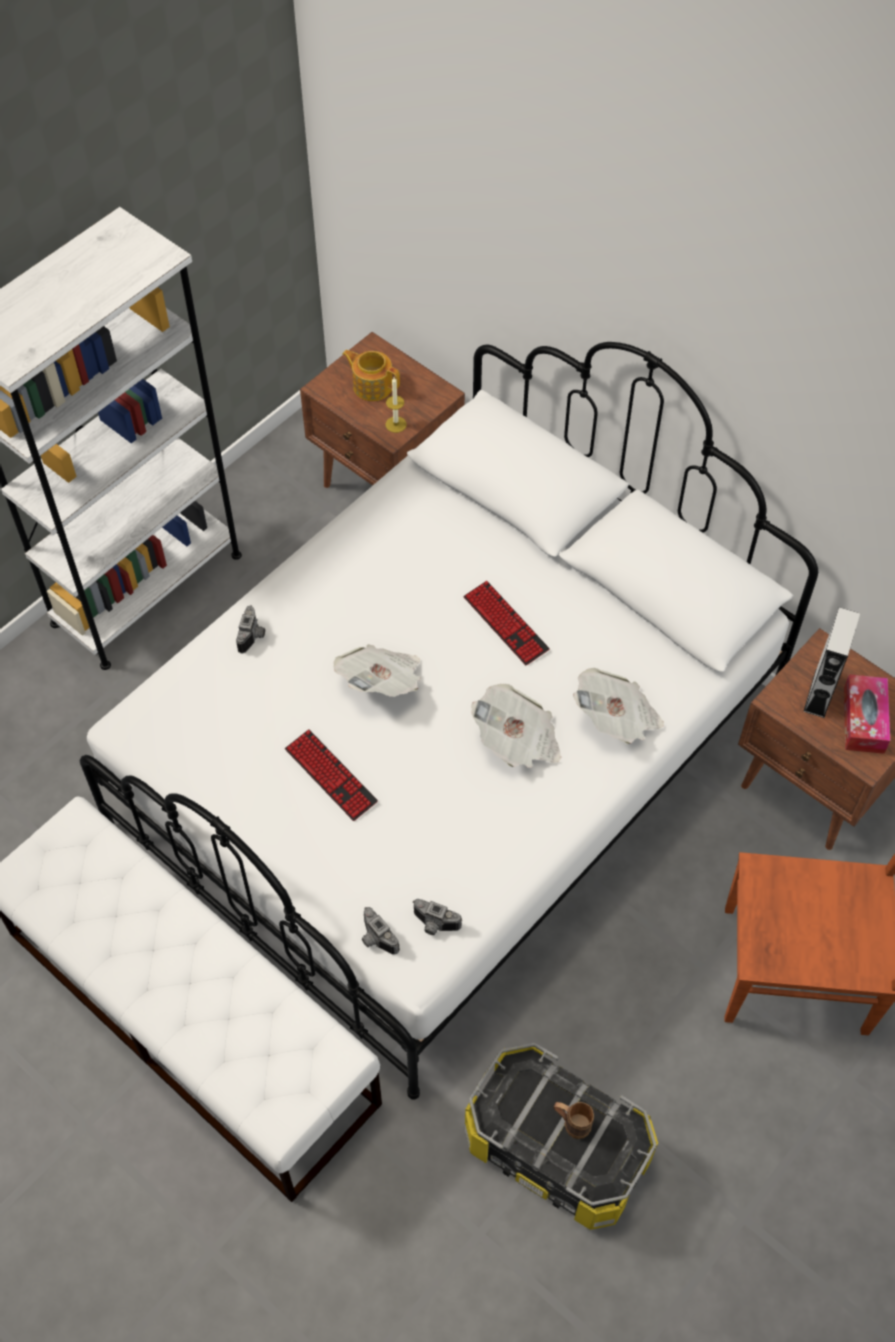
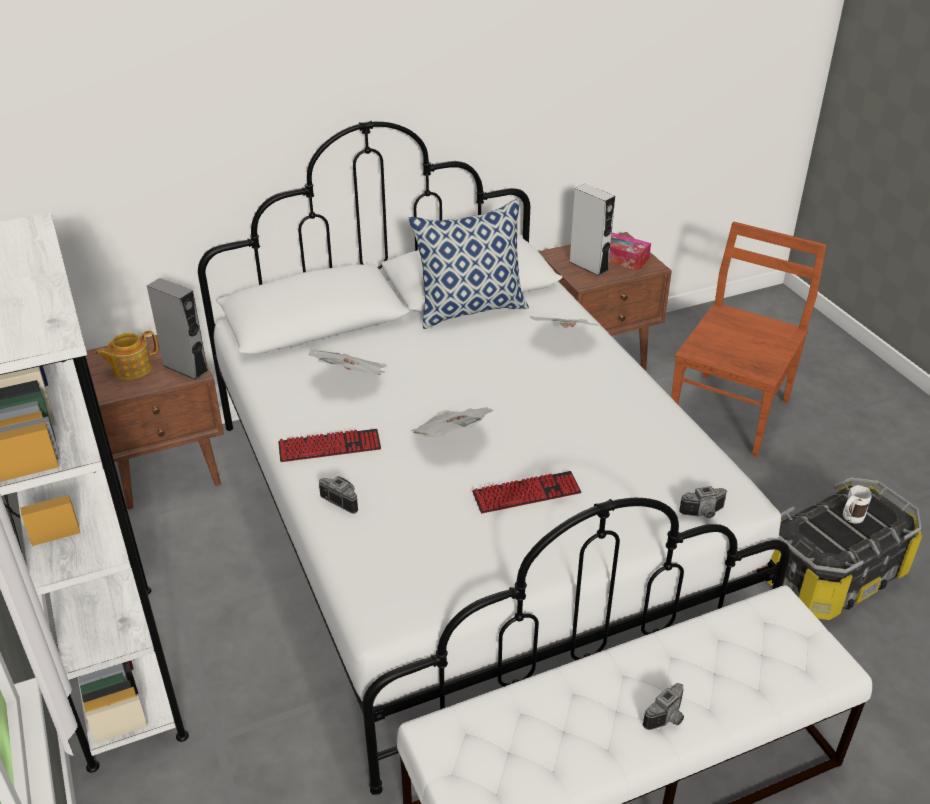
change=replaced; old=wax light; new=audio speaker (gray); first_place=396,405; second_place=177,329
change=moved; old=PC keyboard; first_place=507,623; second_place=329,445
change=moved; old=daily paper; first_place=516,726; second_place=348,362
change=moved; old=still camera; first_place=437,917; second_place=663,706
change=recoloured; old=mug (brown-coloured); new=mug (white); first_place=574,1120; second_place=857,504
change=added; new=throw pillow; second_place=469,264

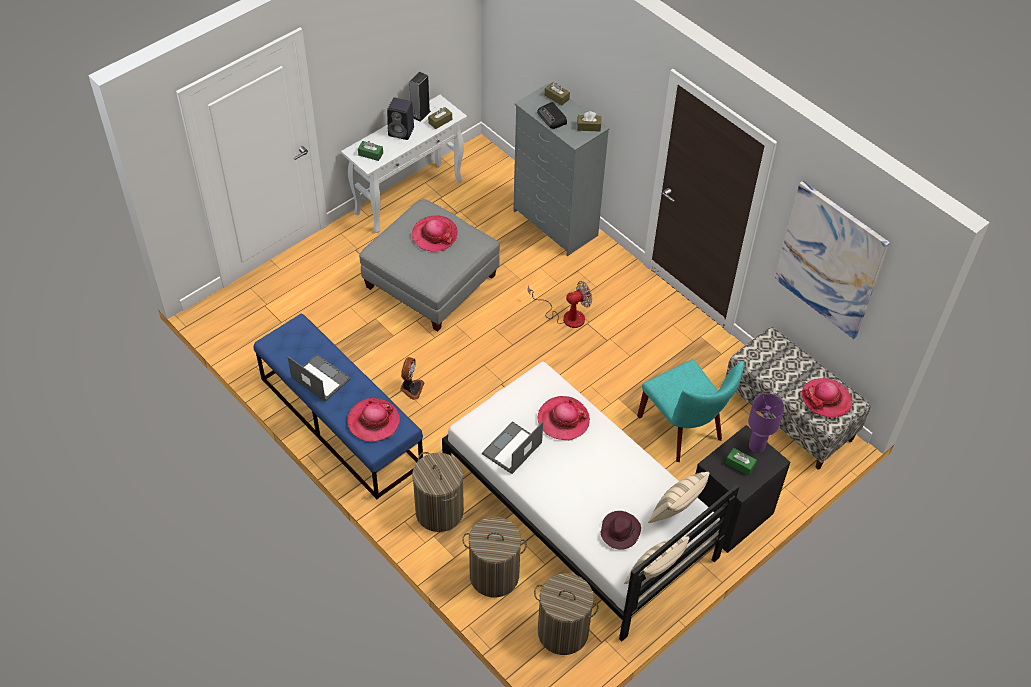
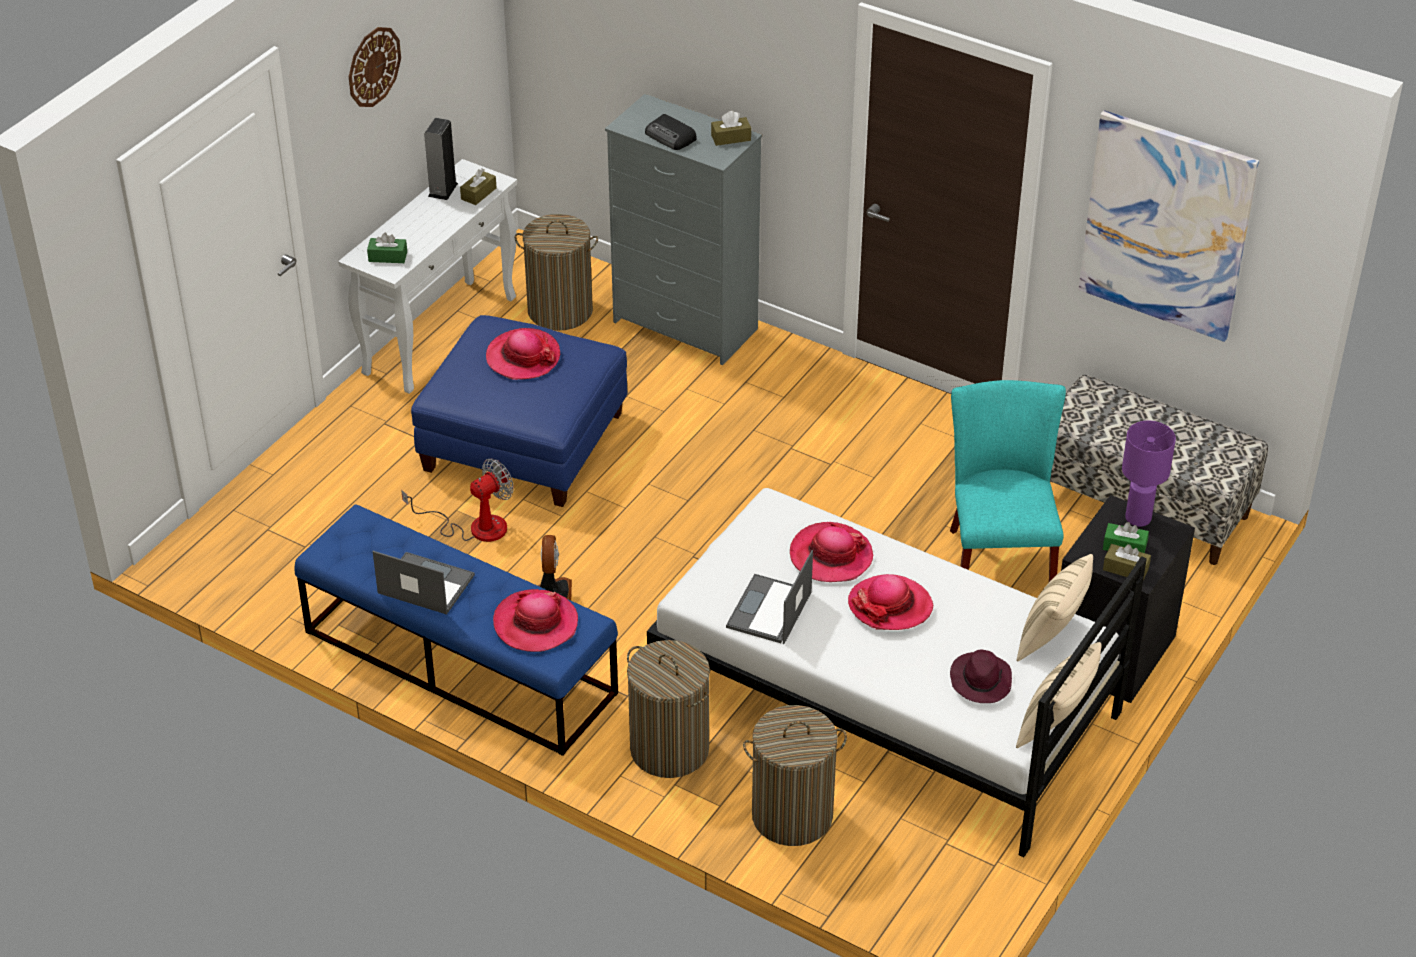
change=moved; old=tissue box (brown-coloured); first_place=557,93; second_place=1127,562
change=removed; old=audio speaker (black-coloured); first_place=400,118
change=recoloured; old=footrest (gray); new=footrest (blue-coloured); first_place=429,265; second_place=519,411
change=moved; old=cooling fan; first_place=560,304; second_place=457,500
change=turned; old=chair (turquoise); first_place=690,410; second_place=1008,481; degrees=-135
change=moved; old=wearable hat; first_place=827,397; second_place=891,602
change=moved; old=washing basket; first_place=566,614; second_place=556,272
change=added; new=wall clock; second_place=375,67

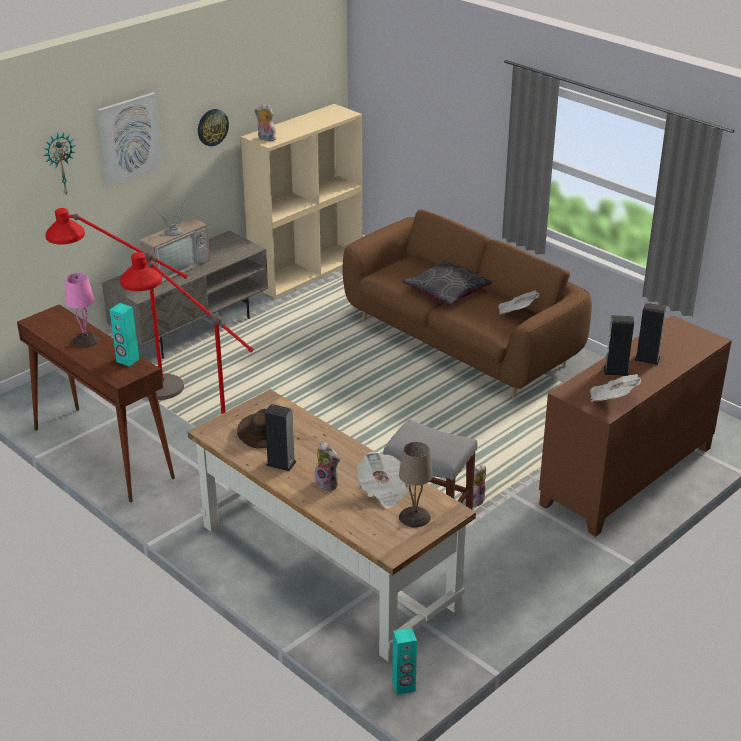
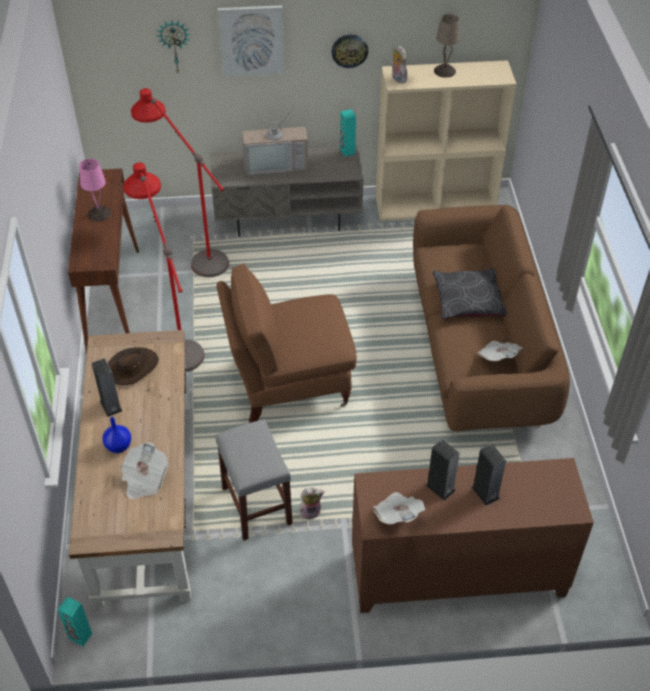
change=moved; old=audio speaker (turquoise); first_place=124,335; second_place=348,133
change=replaced; old=cuddly toy; new=decorative vase (blue-coloured); first_place=327,466; second_place=117,435
change=moved; old=tabletop lamp (sand-coloured); first_place=416,484; second_place=447,46
change=added; new=lounge chair (brown-coloured); second_place=286,343

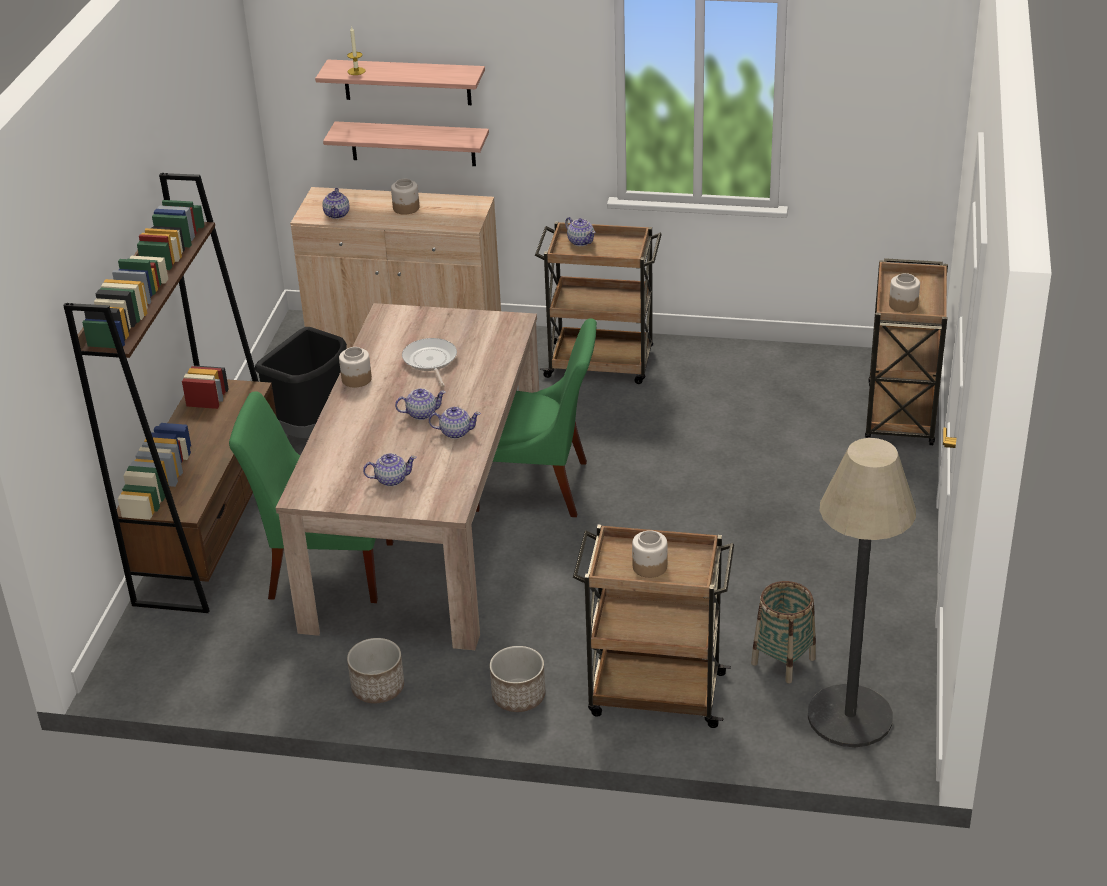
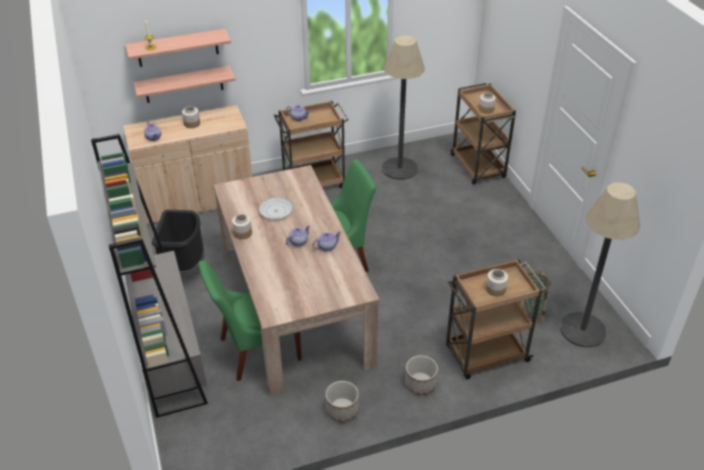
change=recoloured; old=bookcase (brown-coloured); new=bookcase (gray); first_place=170,393; second_place=149,276
change=turned; old=skillet; first_place=429,362; second_place=276,203; degrees=-135
change=removed; old=teapot; first_place=390,469
change=added; new=standard lamp; second_place=403,108

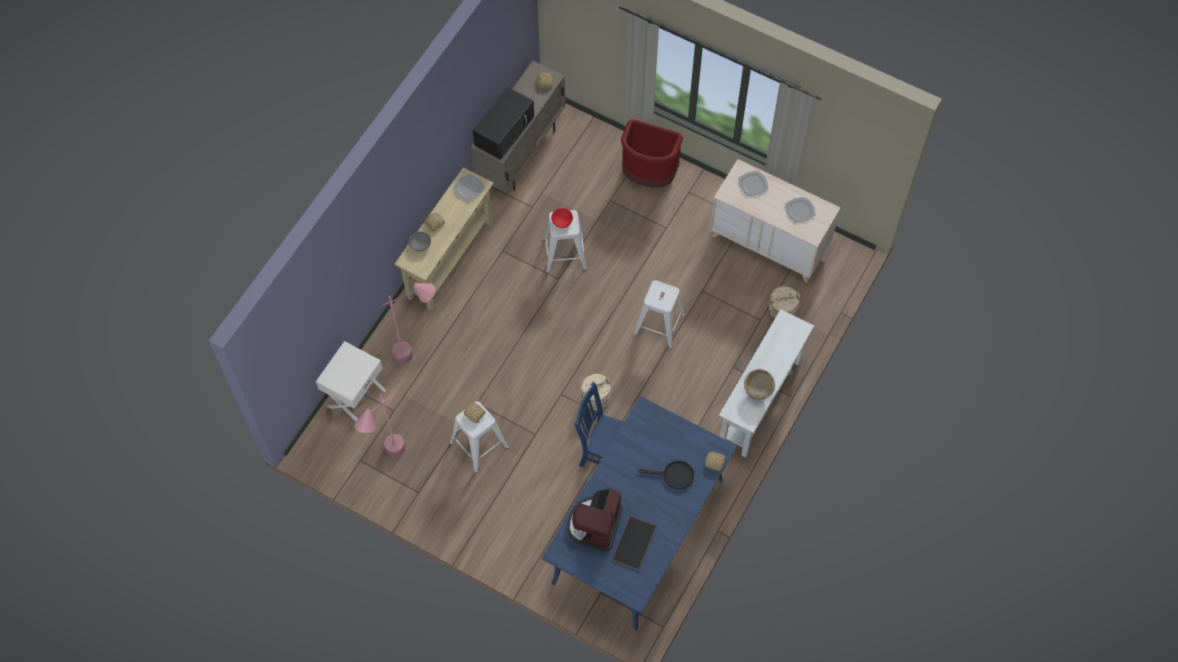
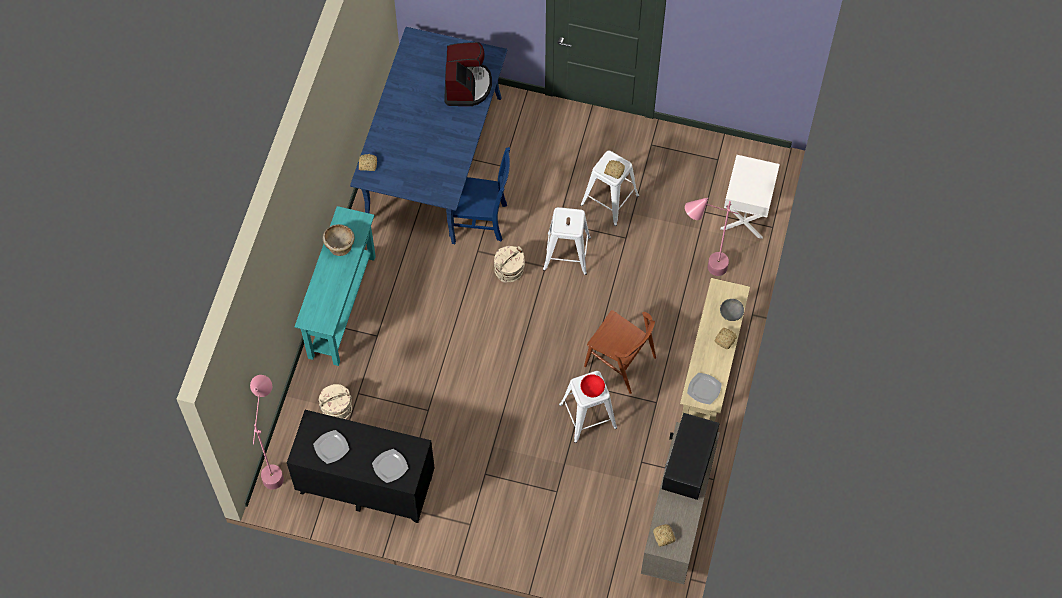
change=removed; old=waste bin (red-coloured); first_place=652,153
change=recoloured; old=dresser (sand-coloured); new=dresser (black-coloured); first_place=775,221; second_place=361,466
change=moved; old=sitting stool (white); first_place=659,314; second_place=567,241
change=recoloured; old=hall table (white); new=hall table (turquoise); first_place=766,383; second_place=335,286
change=moved; old=standard lamp (pink-coloured); first_place=379,425; second_place=267,432
change=removed; old=skillet (black-coloured); first_place=666,475
change=removed; old=serving tray; first_place=634,543
change=added; new=chair (brown-coloured); second_place=620,352

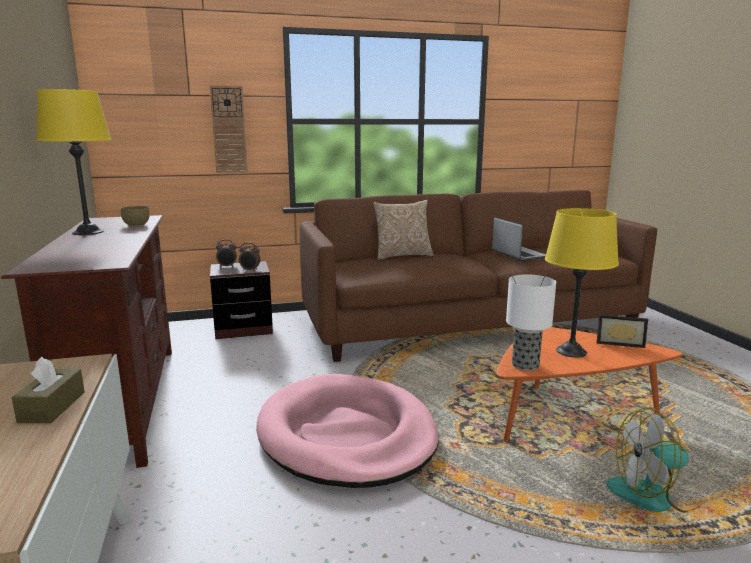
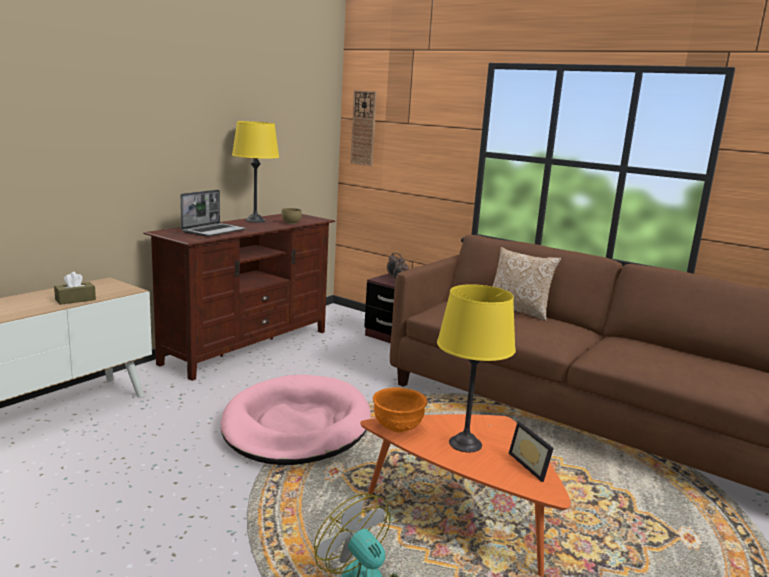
change=moved; old=wall clock; first_place=229,129; second_place=363,128
change=moved; old=notebook computer; first_place=519,239; second_place=213,213
change=replaced; old=tabletop lamp; new=bowl (orange); first_place=531,322; second_place=400,410

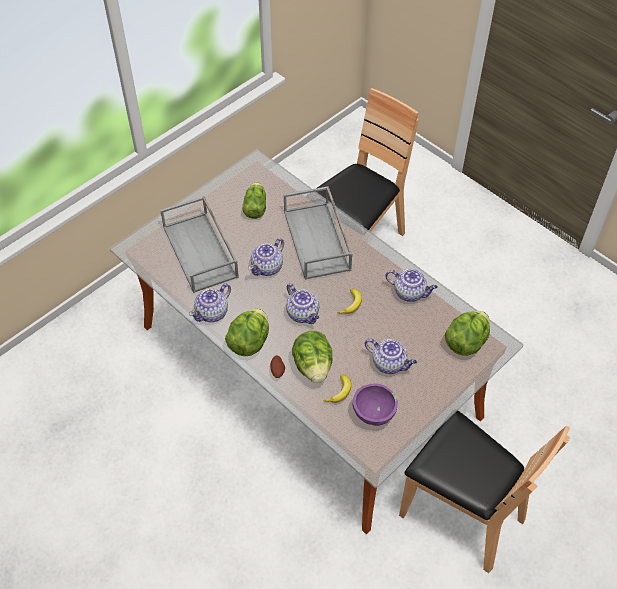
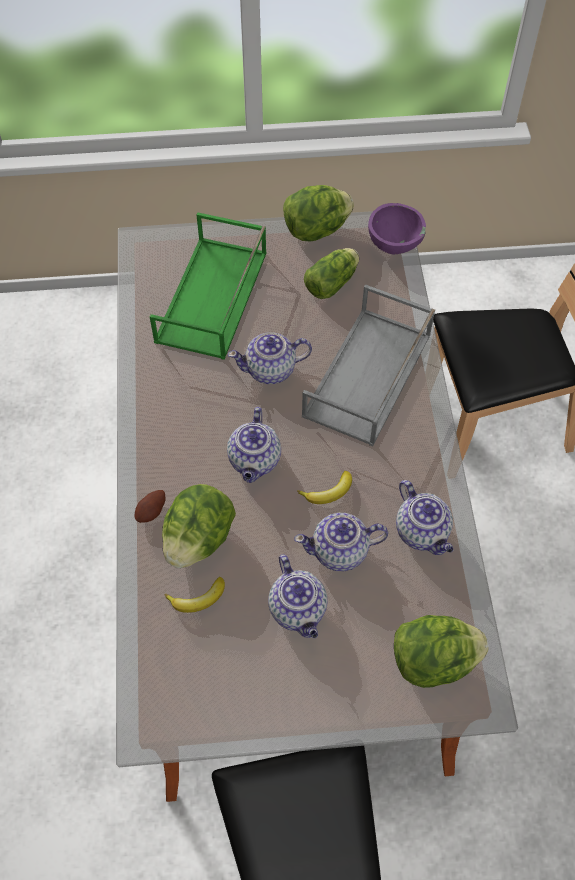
change=recoloured; old=serving tray (gray); new=serving tray (green); first_place=199,244; second_place=208,286
change=moved; old=teapot; first_place=210,303; second_place=341,542
change=moved; old=lettuce head; first_place=247,332; second_place=318,213
change=moved; old=bowl (purple); first_place=375,404; second_place=397,229

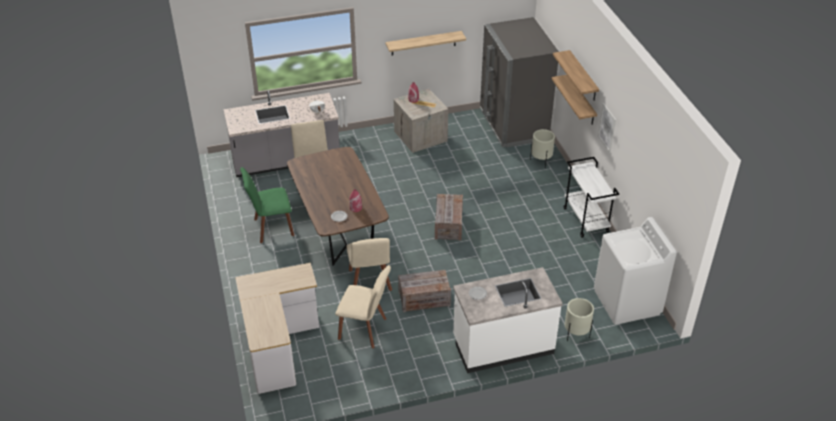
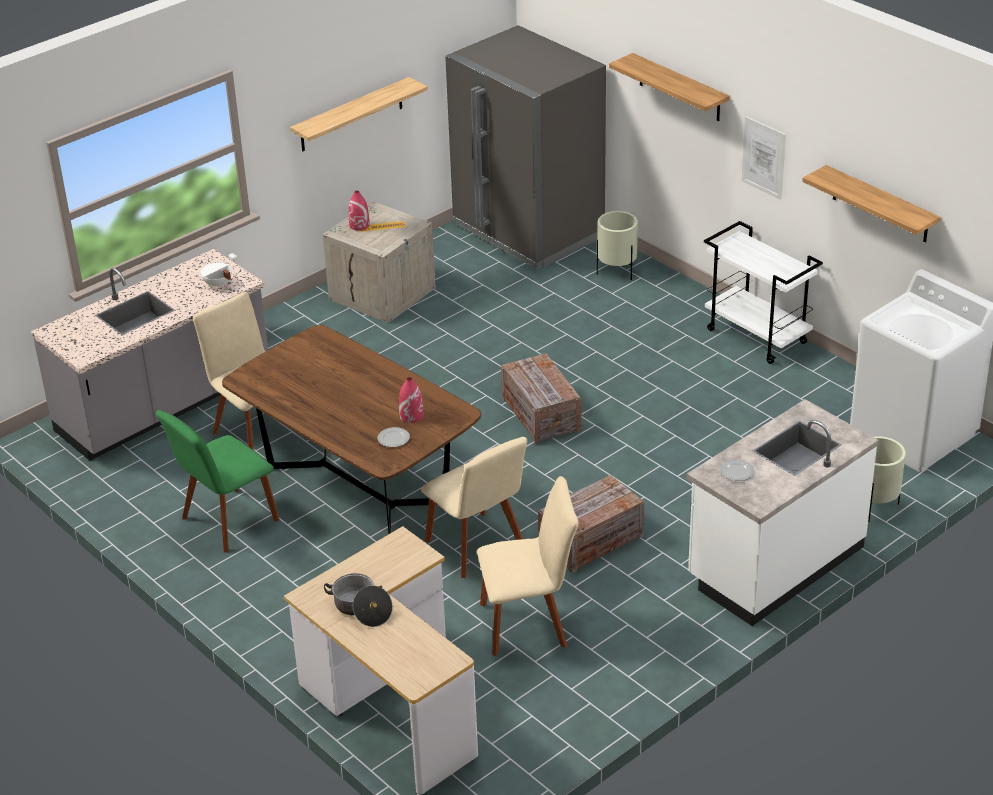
change=moved; old=bracket shelf; first_place=574,100; second_place=871,204
change=added; new=saucepot; second_place=358,600

